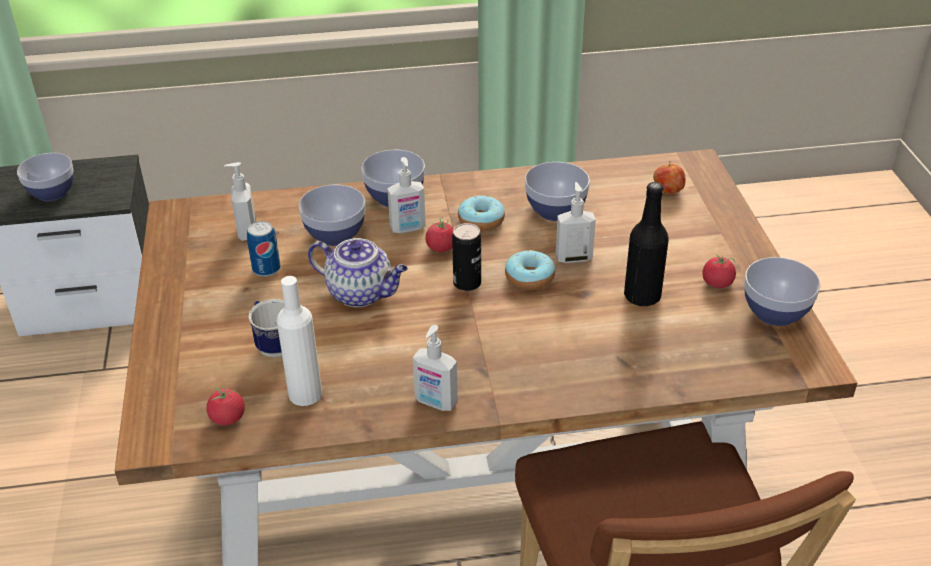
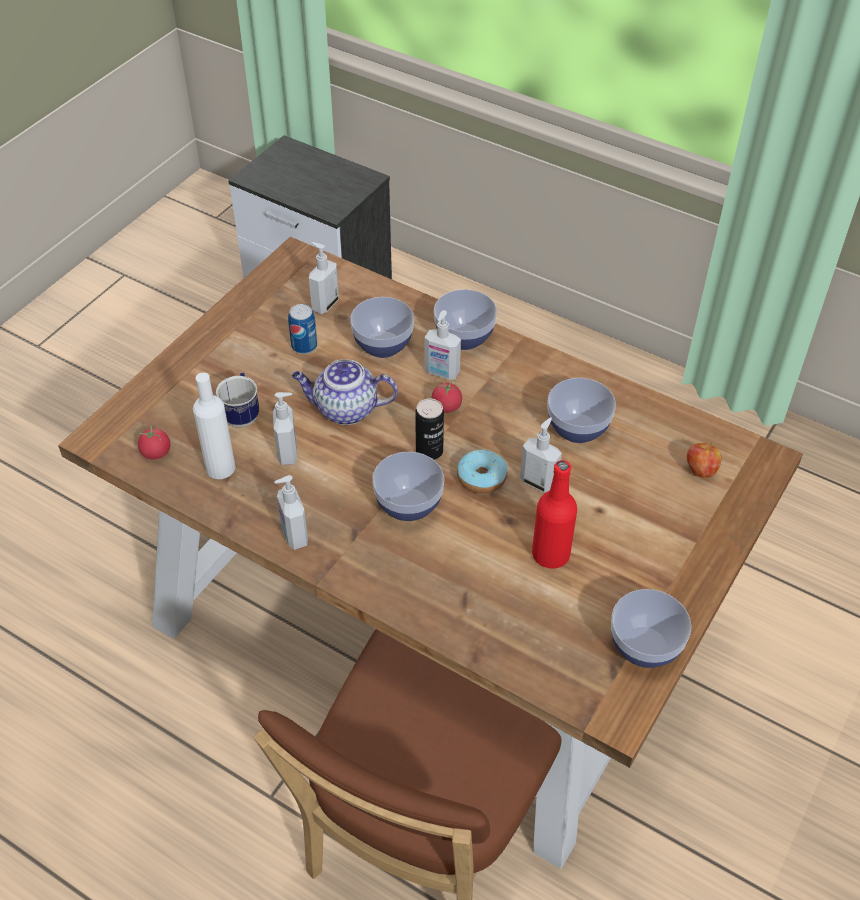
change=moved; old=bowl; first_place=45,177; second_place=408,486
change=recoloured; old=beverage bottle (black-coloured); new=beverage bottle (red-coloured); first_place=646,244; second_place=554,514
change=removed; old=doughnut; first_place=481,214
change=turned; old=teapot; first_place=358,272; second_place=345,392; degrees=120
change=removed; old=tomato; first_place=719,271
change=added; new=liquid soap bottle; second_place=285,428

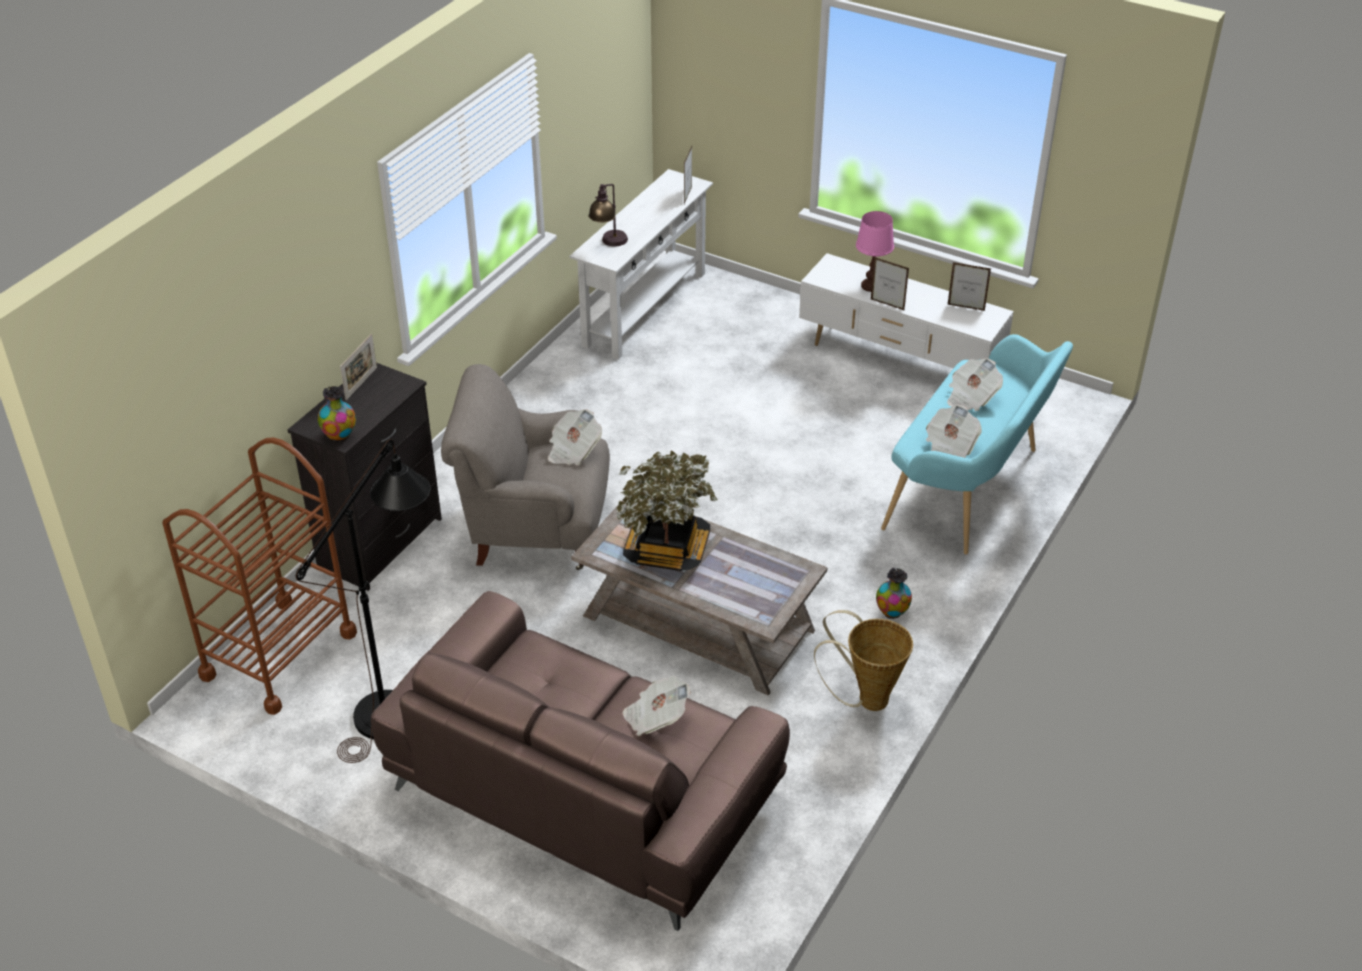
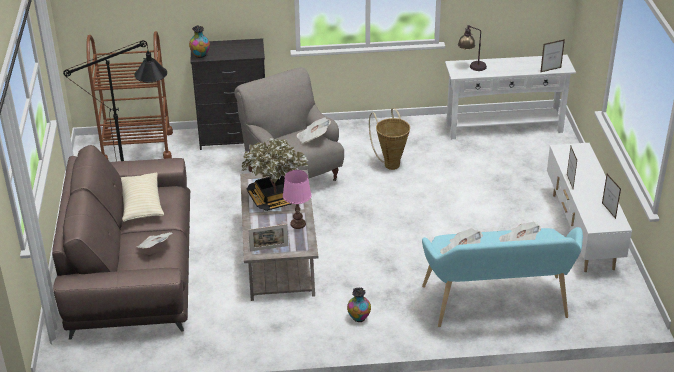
change=moved; old=tabletop lamp (pink-coloured); first_place=875,251; second_place=297,199
change=moved; old=standing frame; first_place=358,367; second_place=268,238
change=moved; old=storage basket; first_place=863,660; second_place=389,139
change=added; new=throw pillow (sand-coloured); second_place=142,197

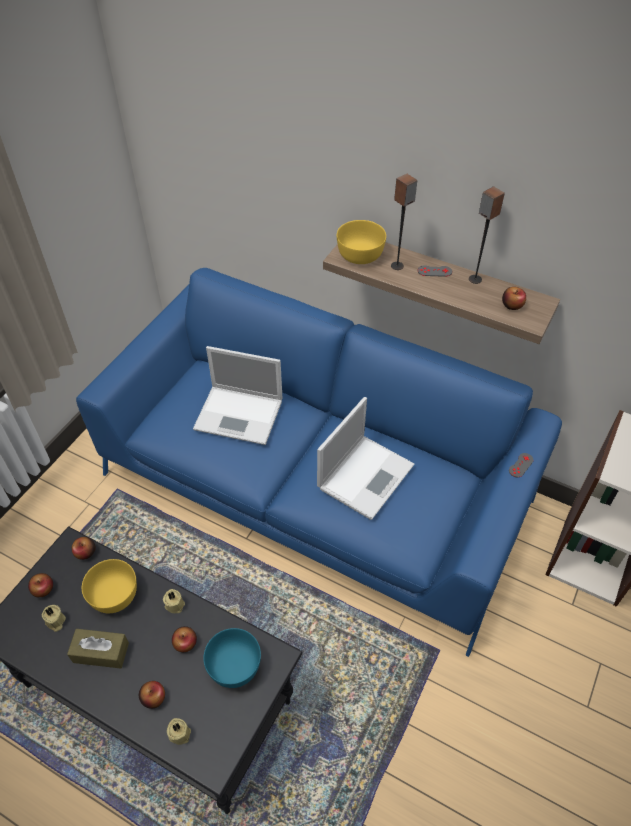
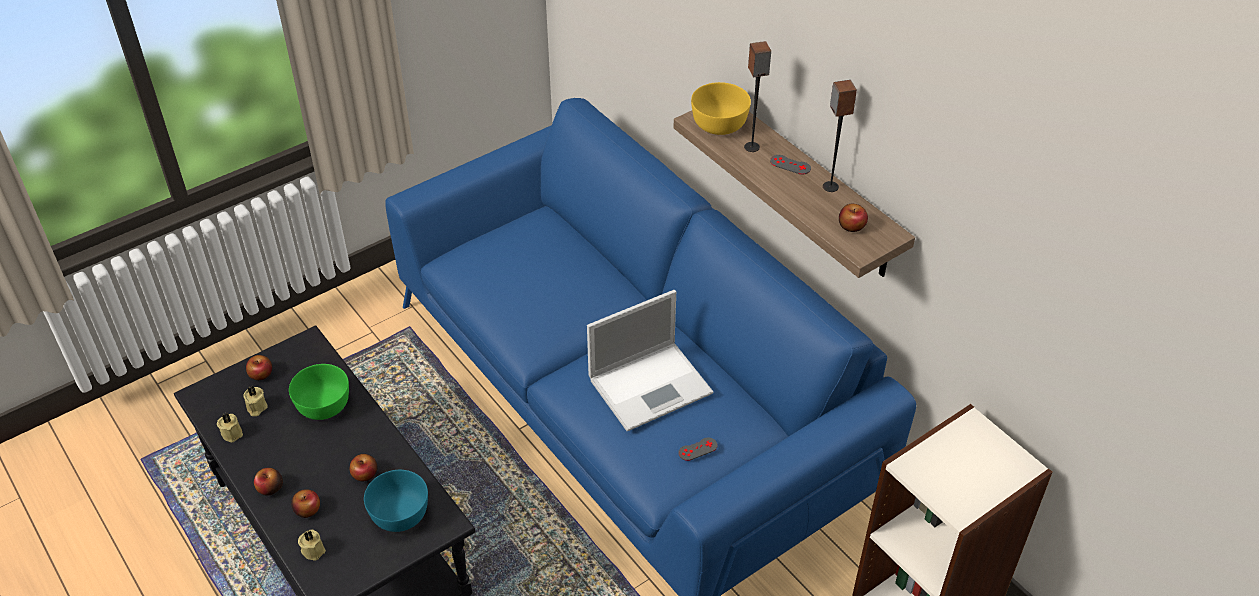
change=removed; old=notebook computer; first_place=237,395
change=moved; old=joypad (gray); first_place=521,465; second_place=697,449
change=moved; old=apple fruit; first_place=84,548; second_place=268,482
change=recoloured; old=bowl (yellow); new=bowl (green); first_place=109,586; second_place=319,392
change=moved; old=wax light (sand-coloured); first_place=174,601; second_place=230,427
change=removed; old=tissue box (brown-coloured); first_place=98,648

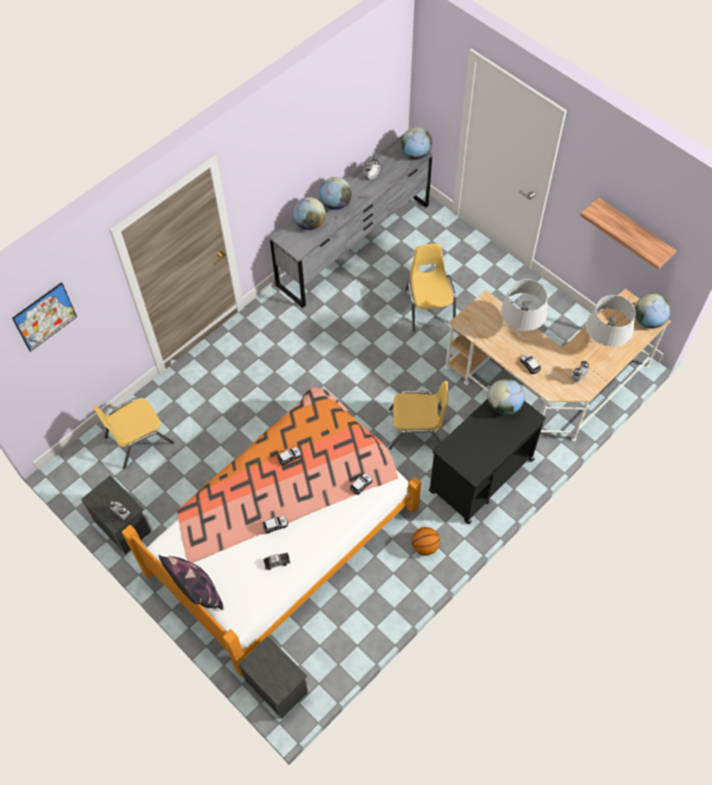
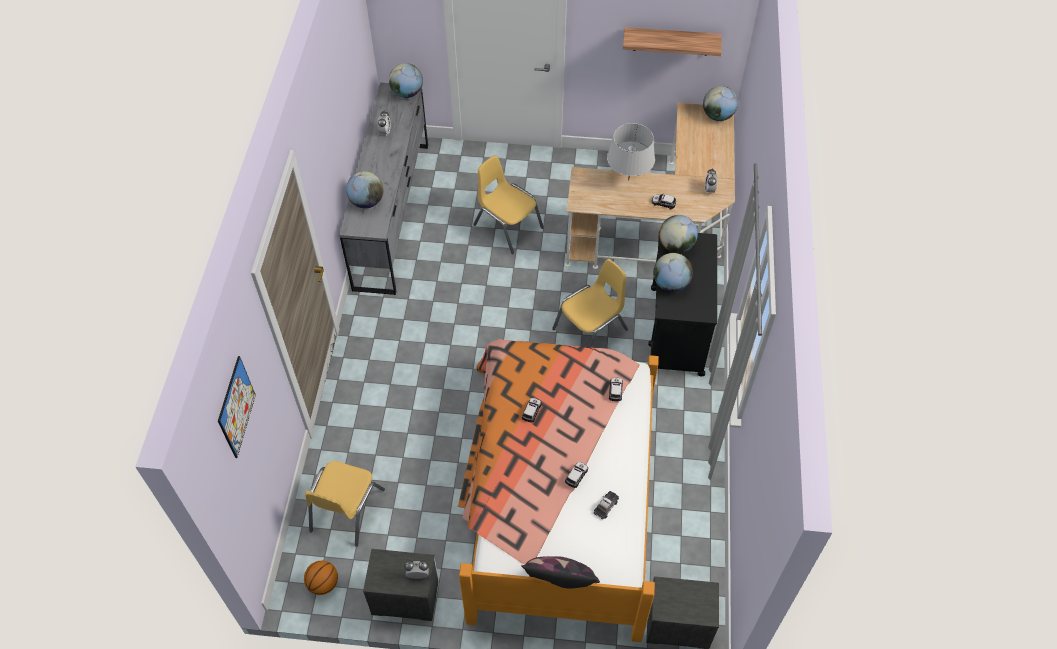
change=moved; old=world globe; first_place=336,193; second_place=673,272
change=removed; old=tabletop lamp (gray); first_place=611,321
change=moved; old=basketball ball; first_place=426,541; second_place=321,578

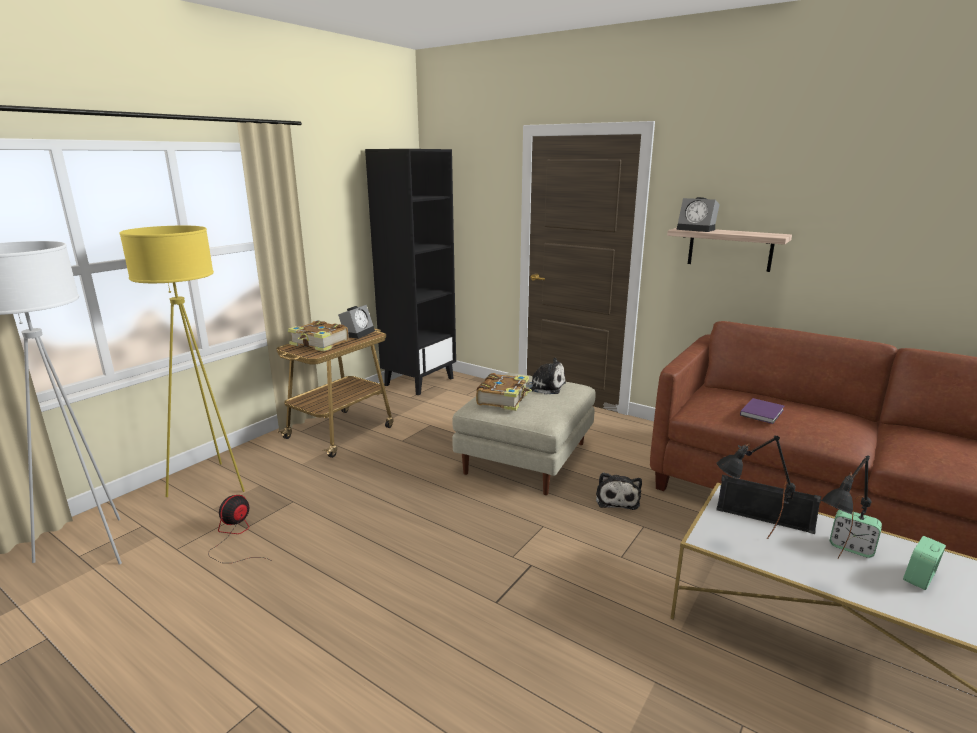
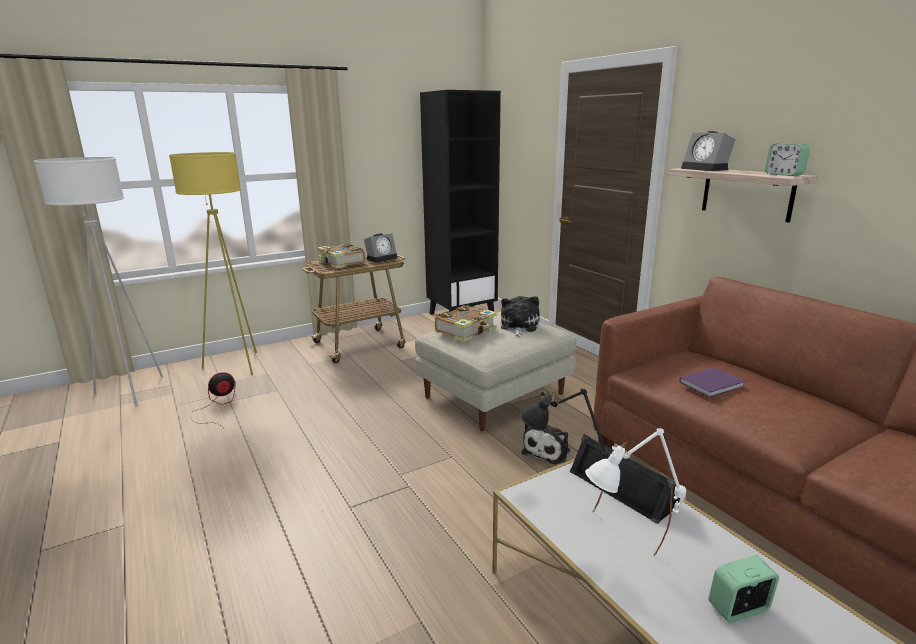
change=turned; old=cuddly toy; first_place=546,376; second_place=520,316; degrees=-120
change=recoloured; old=tabletop lamp (black-coloured); new=tabletop lamp (white); first_place=846,507; second_place=635,492
change=moved; old=table clock; first_place=856,534; second_place=787,159

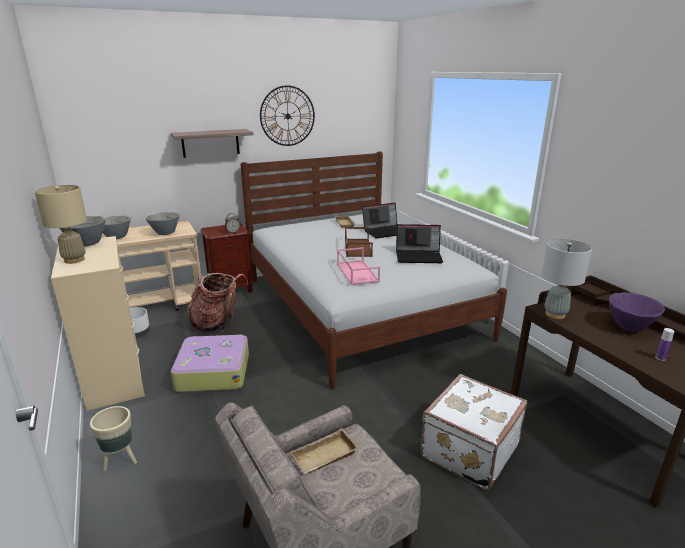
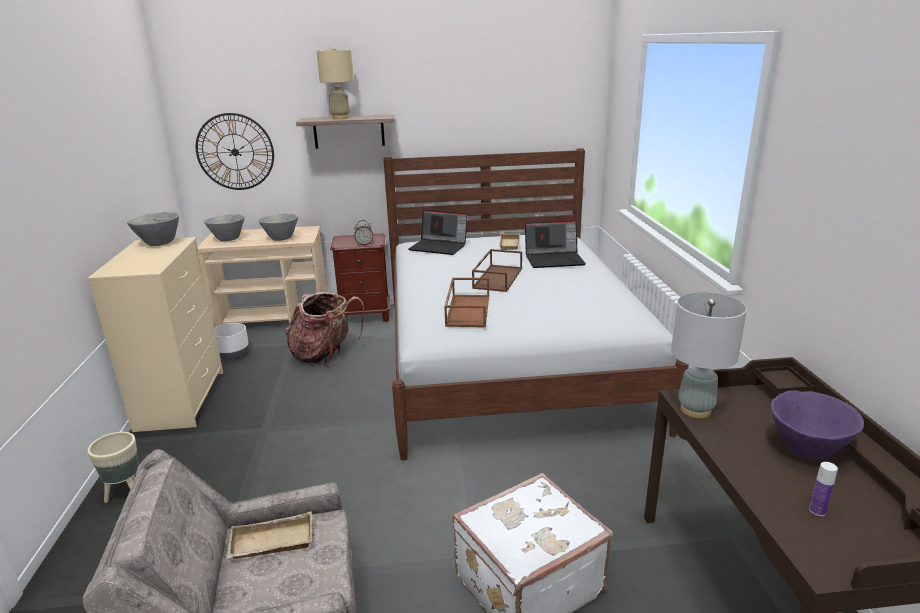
change=moved; old=wall clock; first_place=287,115; second_place=235,151
change=moved; old=tabletop lamp (sand-coloured); first_place=60,224; second_place=335,83
change=moved; old=notebook computer; first_place=419,243; second_place=438,232
change=recoloured; old=serving tray (pink-coloured); new=serving tray (brown-coloured); first_place=358,266; second_place=466,302
change=removed; old=suitcase; first_place=210,363

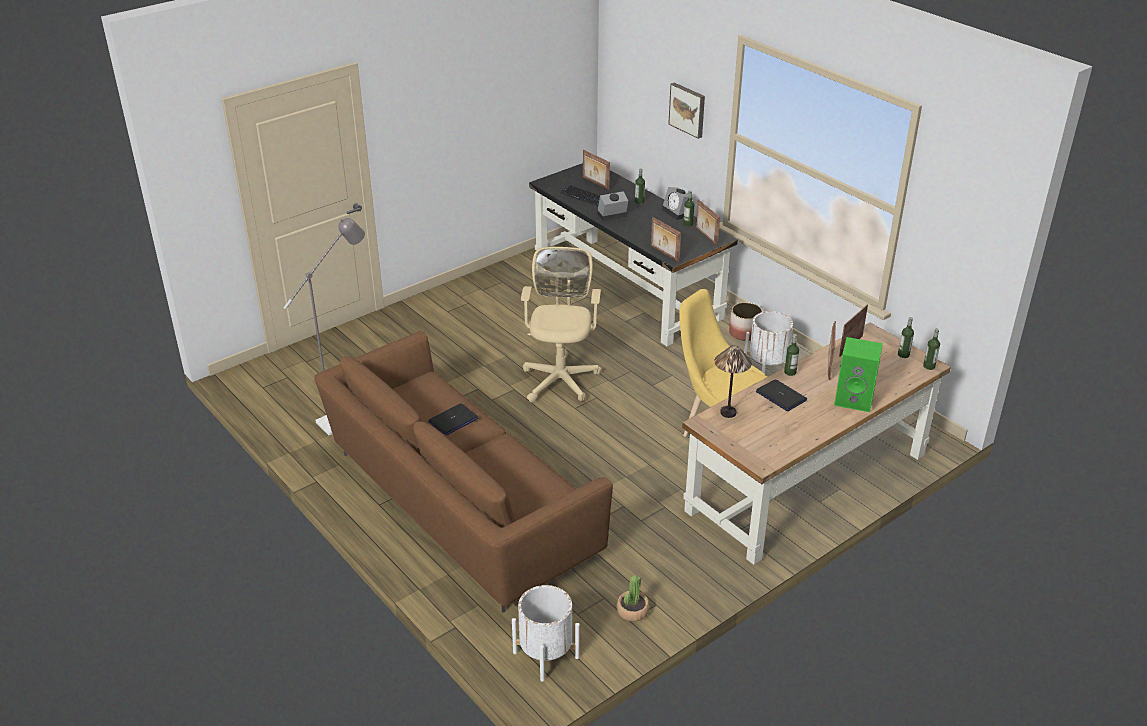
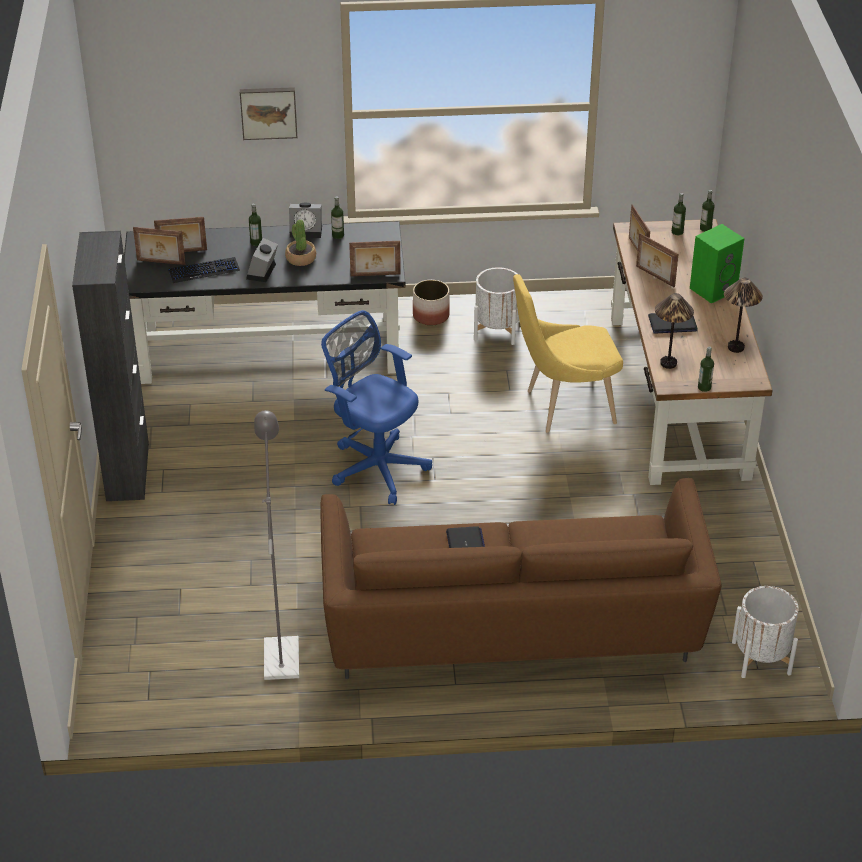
change=moved; old=standing frame; first_place=708,222; second_place=159,246
change=recoloured; old=desk chair (sand-coloured); new=desk chair (blue-coloured); first_place=561,325; second_place=376,407
change=moved; old=beverage bottle; first_place=791,355; second_place=706,369
change=moved; old=plant in a pot; first_place=633,598; second_place=300,242
change=added; new=storage cabinet (black-coloured); second_place=110,366
change=added; new=tabletop lamp; second_place=743,315

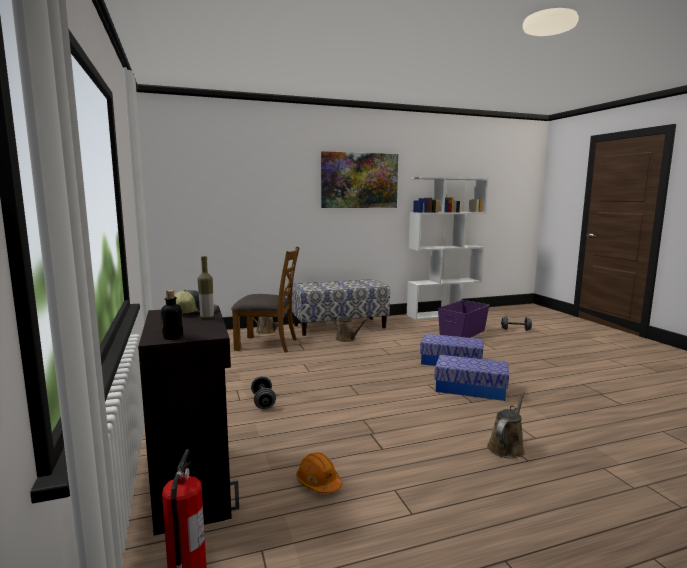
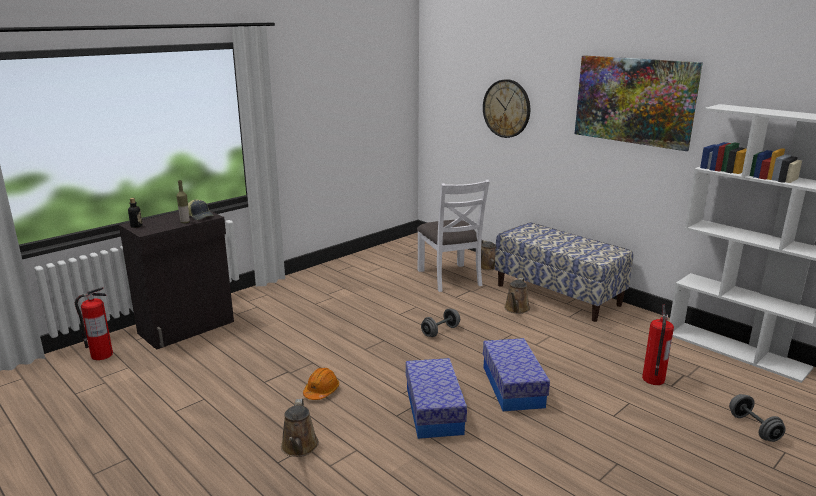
change=recoloured; old=chair (brown-coloured); new=chair (white); first_place=265,299; second_place=453,236
change=replaced; old=storage box (purple); new=fire extinguisher; first_place=463,319; second_place=658,344
change=moved; old=free weight (gray); first_place=263,392; second_place=440,322
change=turned; old=watering pot (brown-coloured); first_place=506,424; second_place=300,428; degrees=75
change=moved; old=work helmet (orange); first_place=319,473; second_place=321,384
change=added; new=wall clock; second_place=506,108

